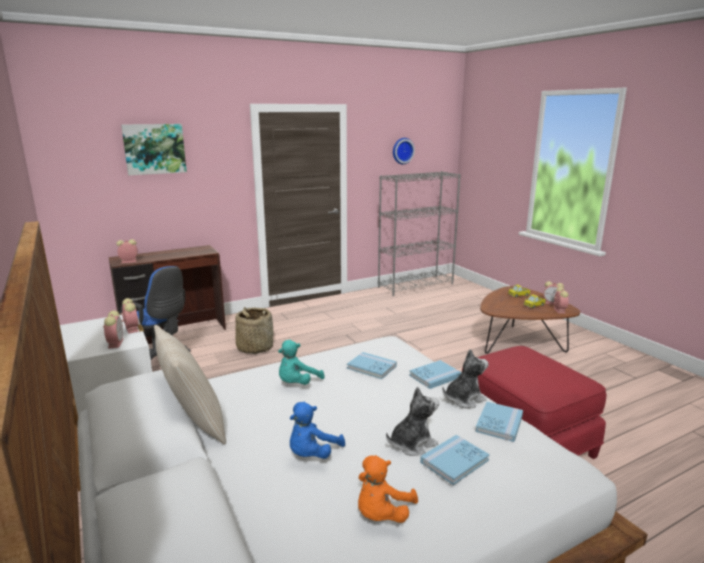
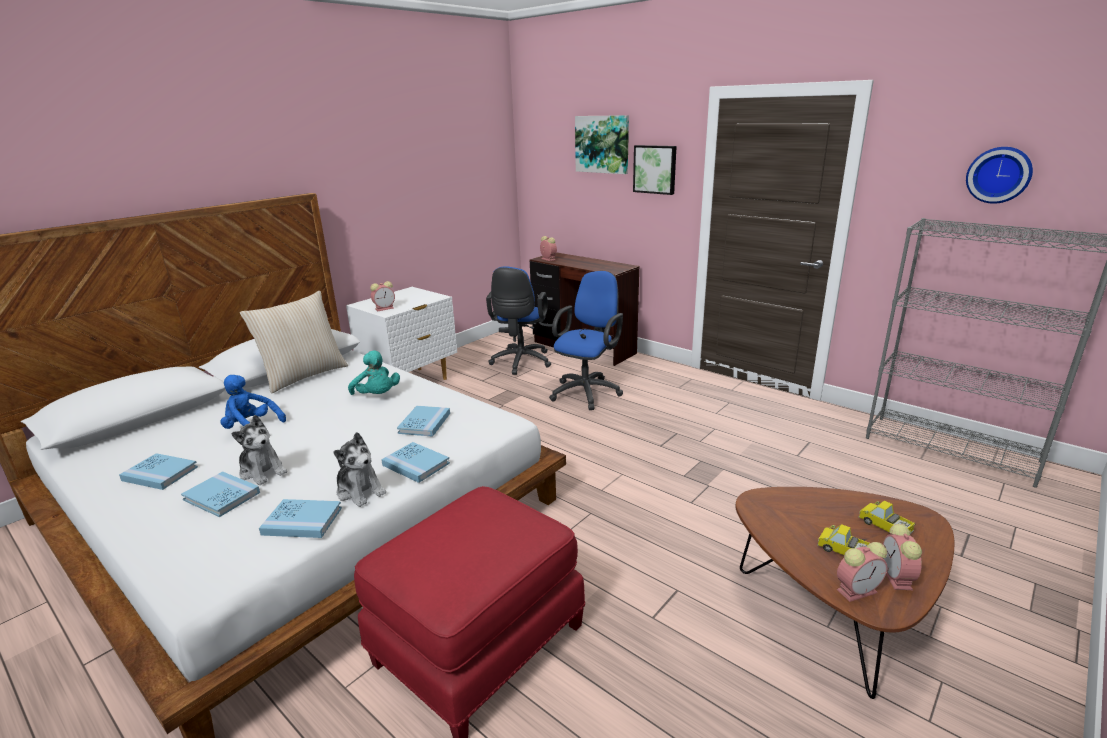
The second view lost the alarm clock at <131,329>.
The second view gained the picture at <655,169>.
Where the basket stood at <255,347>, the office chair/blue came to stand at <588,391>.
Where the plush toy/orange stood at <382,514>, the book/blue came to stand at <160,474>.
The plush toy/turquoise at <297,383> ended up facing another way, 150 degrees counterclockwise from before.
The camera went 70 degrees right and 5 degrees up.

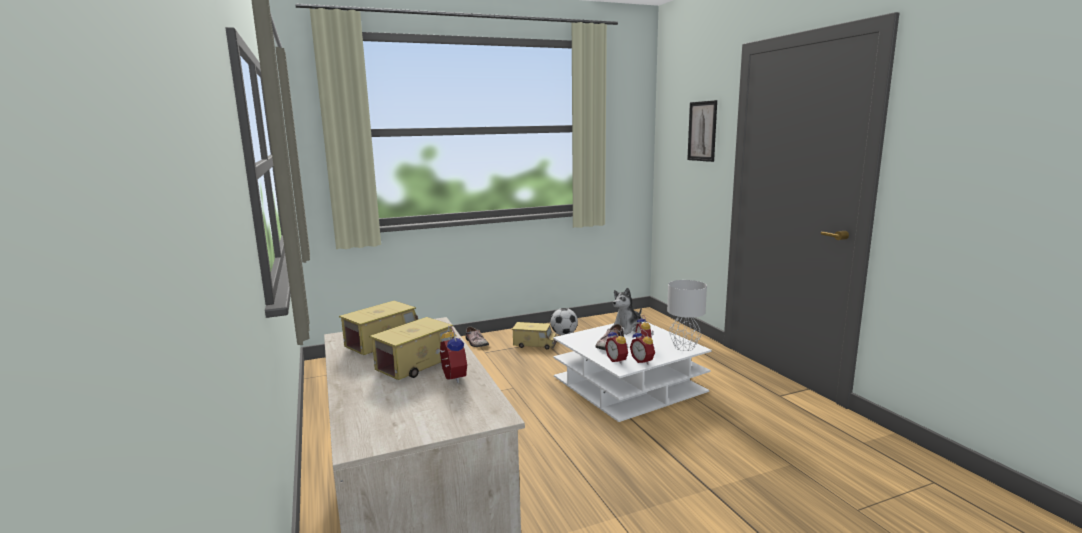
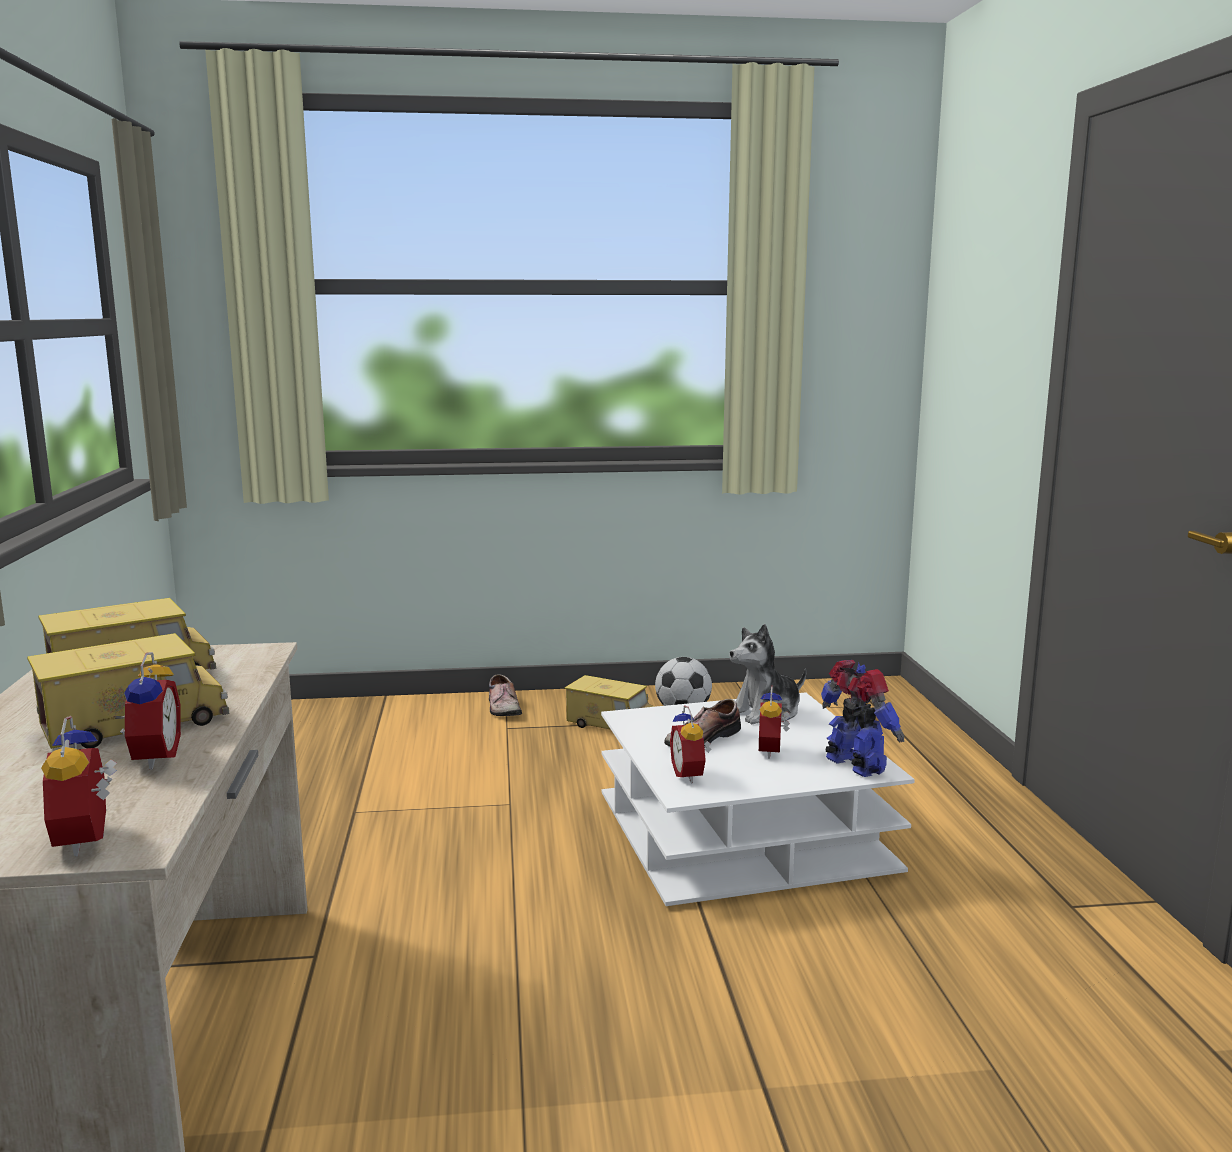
The second view lost the picture at <702,131>.
The alarm clock ended up elsewhere, having gone from <643,361> to <90,840>.
Where the table lamp/grey stood at <683,347>, the toy robot came to stand at <854,766>.
The camera went 15 degrees right and 0 degrees up.

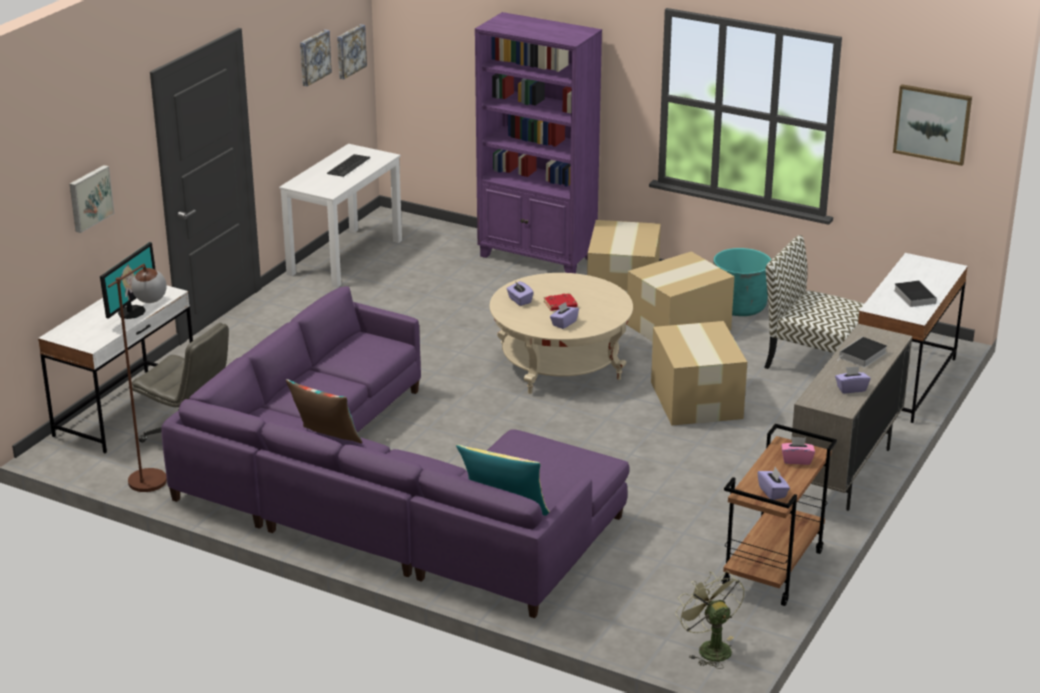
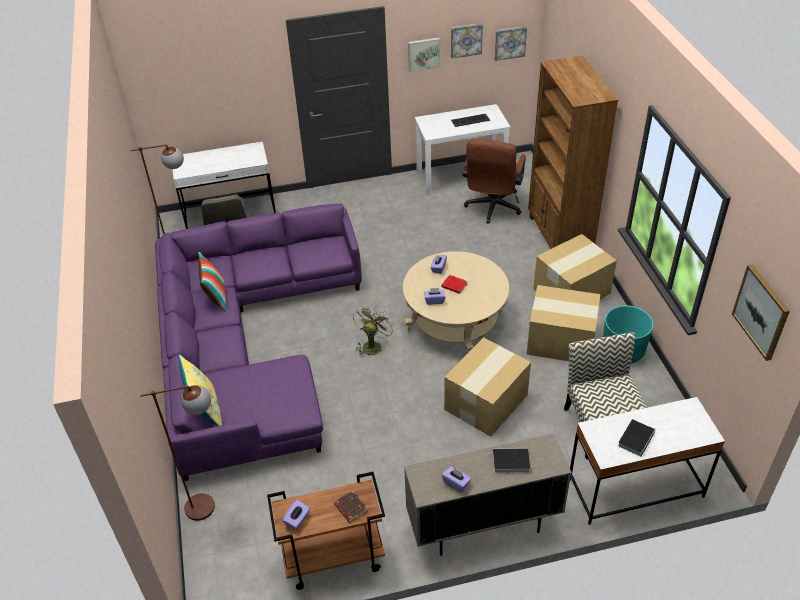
The second view lost the monitor at <131,312>.
The second view gained the floor lamp/brown at <210,505>.
The second view gained the office chair/brown at <492,208>.
The picture ended up elsewhere, having gone from <89,198> to <423,54>.
The fan/green ended up elsewhere, having gone from <709,648> to <372,345>.
Where the tissue box/pink stood at <796,460>, the book/brown came to stand at <350,508>.
What was the bookcase/purple at <537,258> turned into the bookcase/brown at <559,237>.
The camera went 50 degrees right and 15 degrees up.

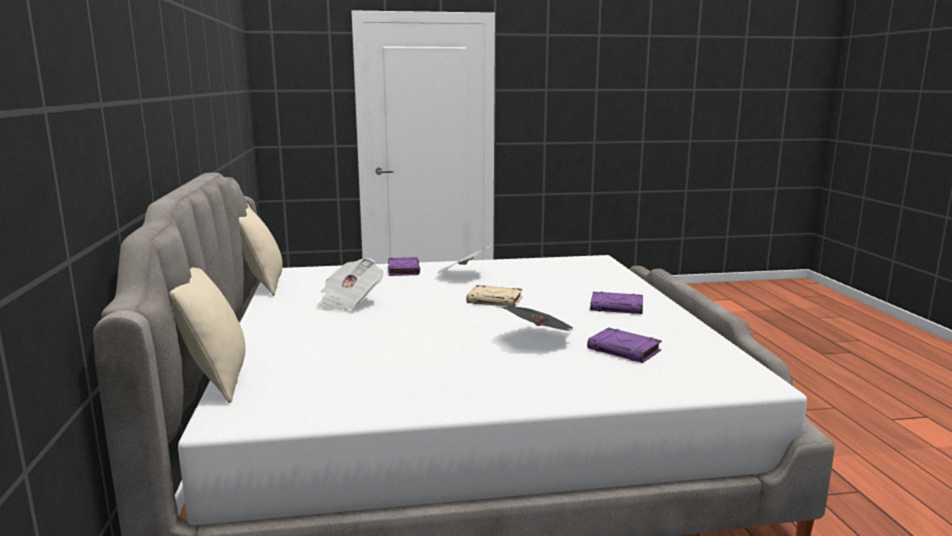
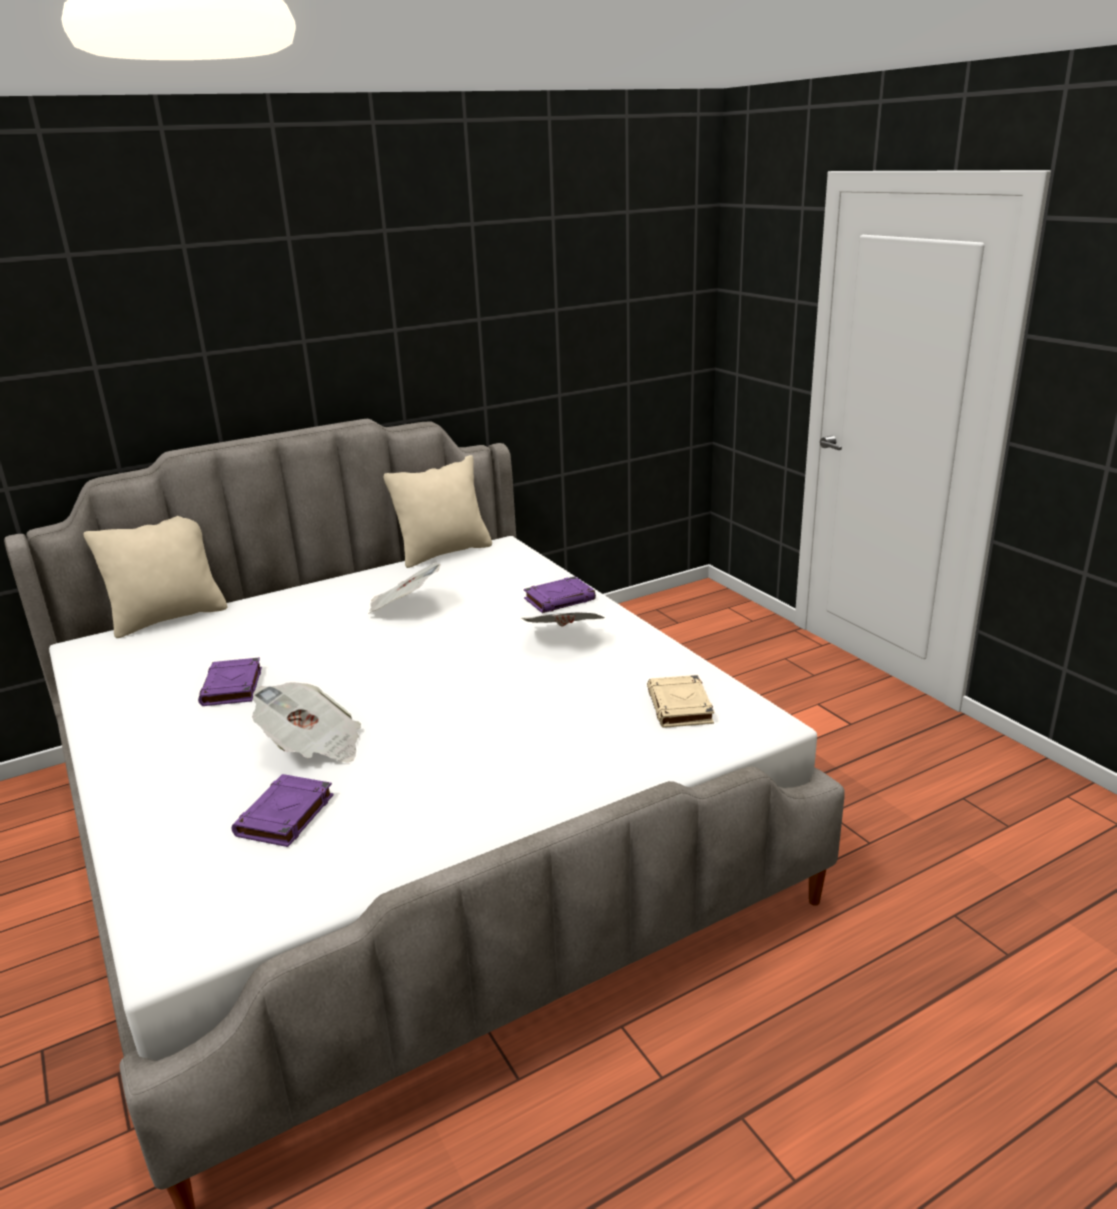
The book/beige ended up elsewhere, having gone from <495,300> to <680,707>.
The book/purple ended up elsewhere, having gone from <617,307> to <232,687>.
The camera went 70 degrees right and 10 degrees up.

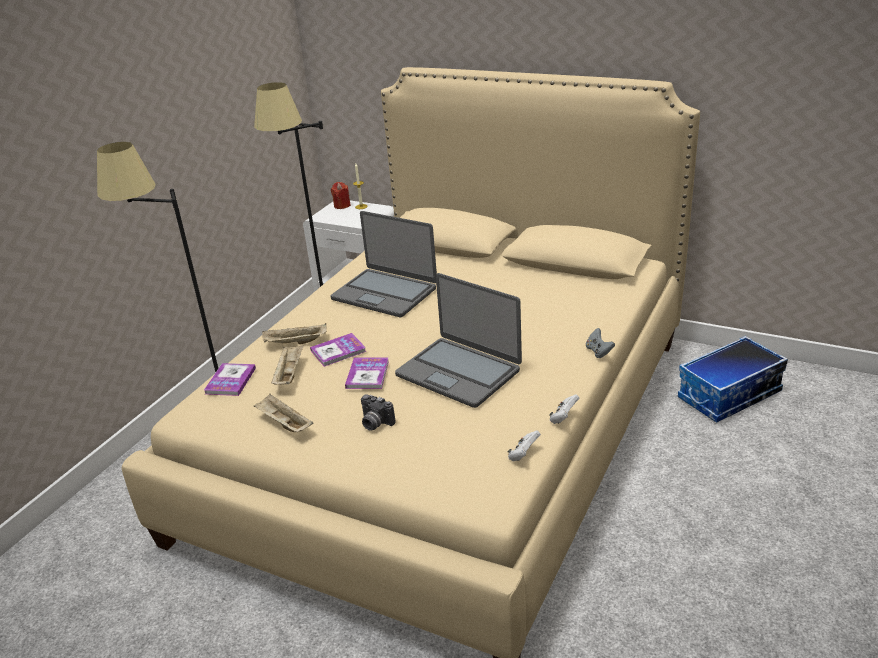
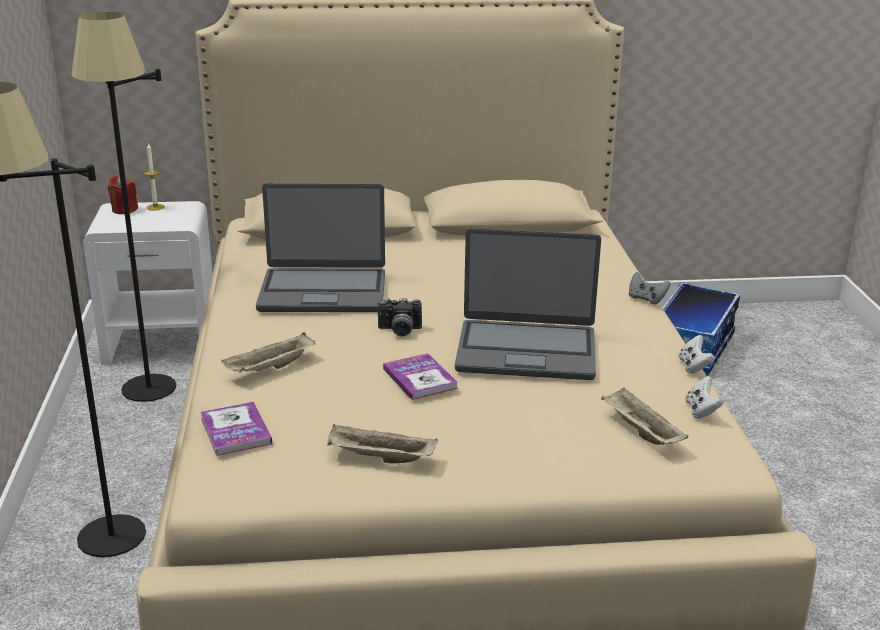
The second view lost the book at <338,351>.
The tray/beige ended up elsewhere, having gone from <289,374> to <640,431>.
The photo camera ended up elsewhere, having gone from <375,423> to <399,331>.
The camera went 35 degrees left and 5 degrees down.

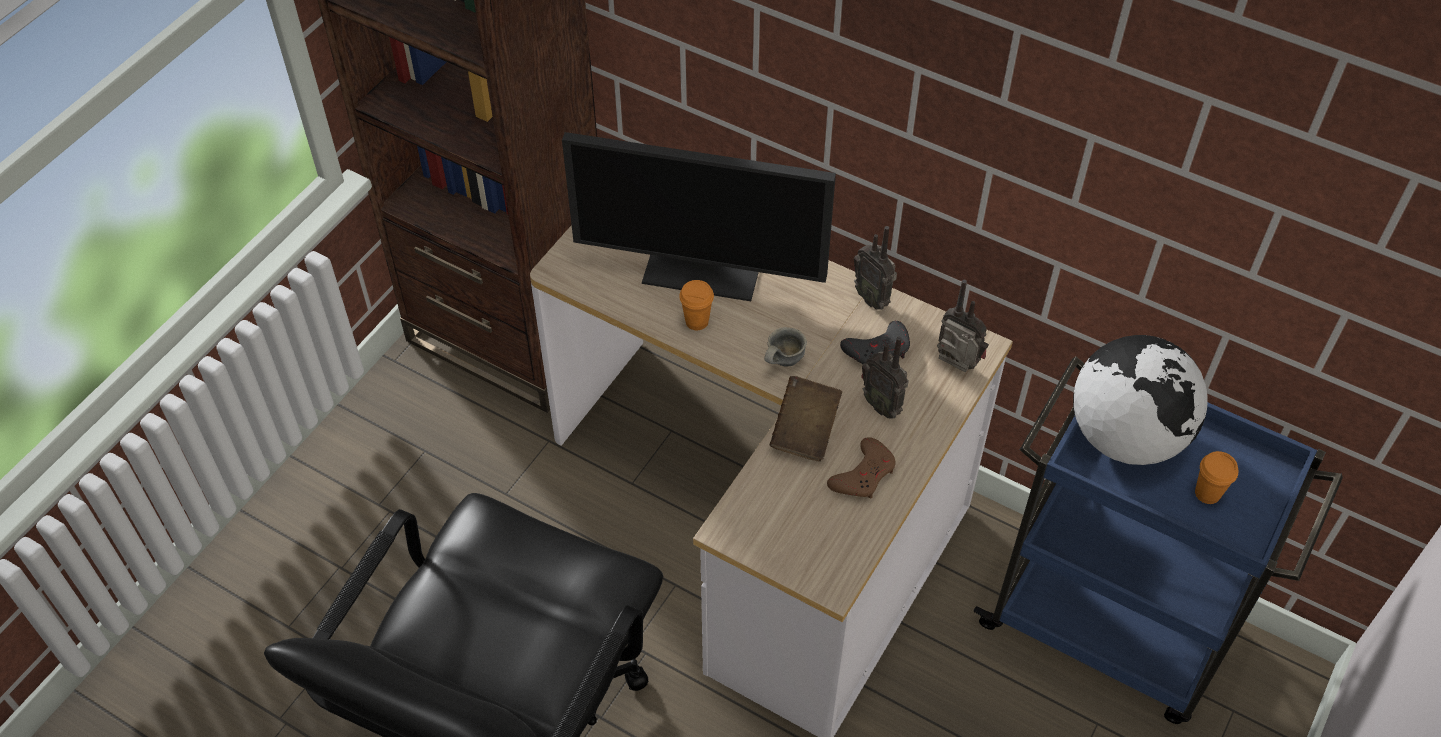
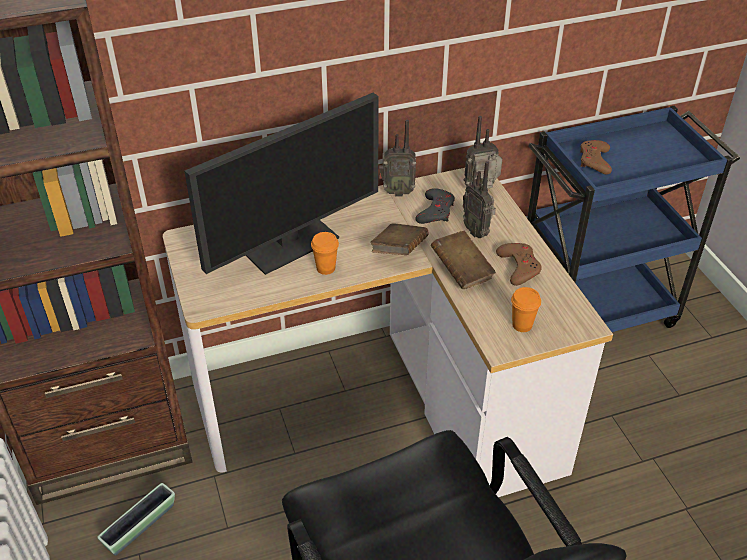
The second view gained the planter at <140,526>.
The cup/orange ended up elsewhere, having gone from <1207,493> to <522,325>.
Where the mug/grey stood at <782,361>, the book/brown came to stand at <399,251>.
Where the globe stood at <1125,436>, the game controller/brown came to stand at <594,160>.
The radio at <883,405> ended up facing another way, 60 degrees clockwise from before.
The camera went 50 degrees left and 10 degrees down.

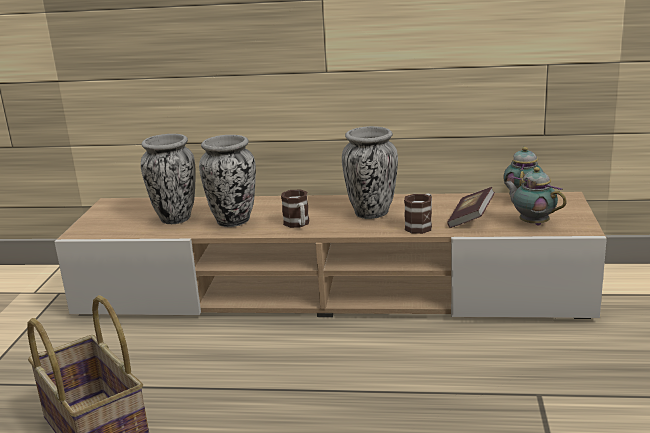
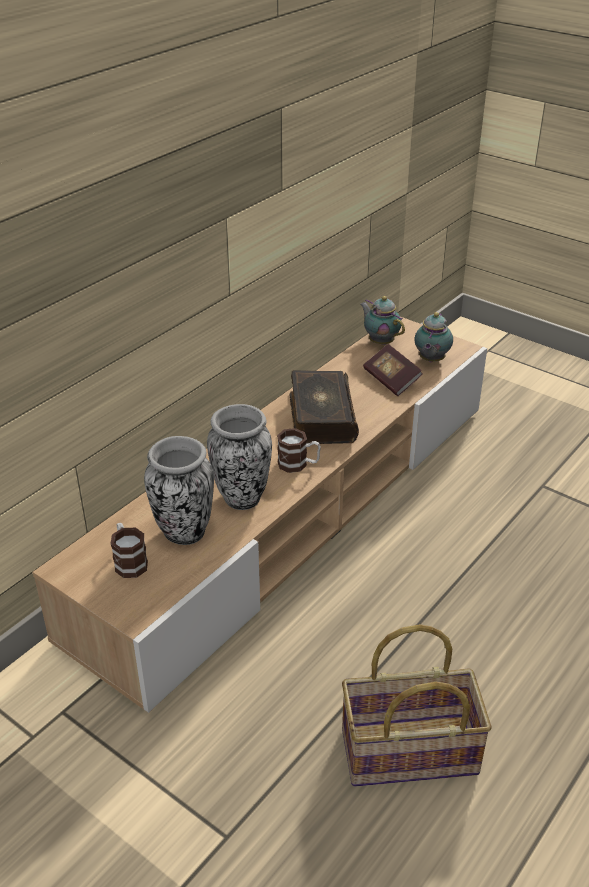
The mug ended up elsewhere, having gone from <421,225> to <129,561>.
Where the vase stood at <371,213>, the book came to stand at <320,417>.
The teapot at <532,223> ended up facing another way, 60 degrees counterclockwise from before.
The camera went 60 degrees left and 15 degrees up.

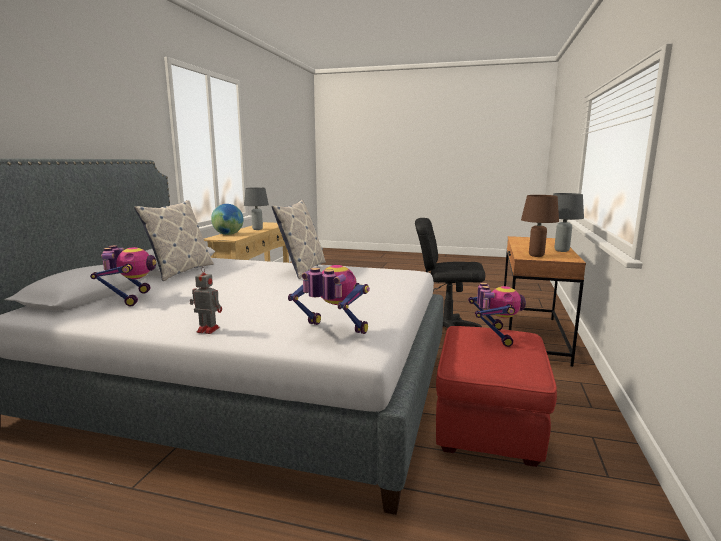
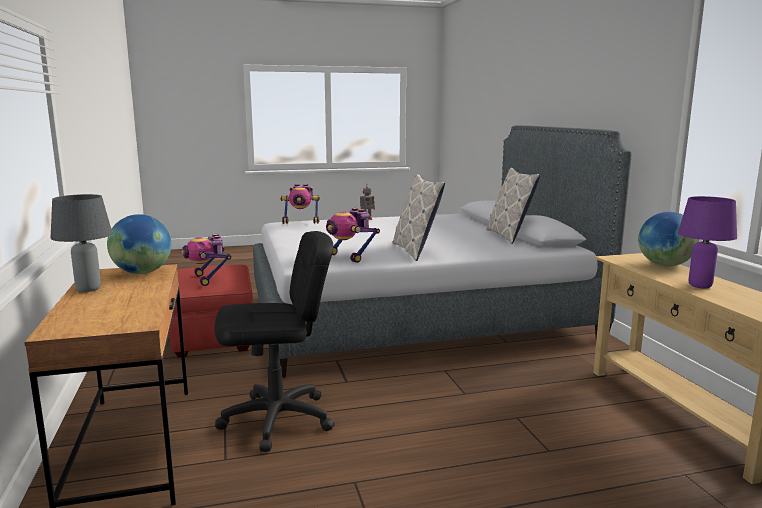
The toy robot ended up elsewhere, having gone from <131,298> to <349,257>.
Where the table lamp/brown stood at <536,255>, the globe came to stand at <142,273>.
What was the table lamp/grey at <257,229> turned into the table lamp/purple at <700,286>.
The camera went 150 degrees right and 0 degrees up.

